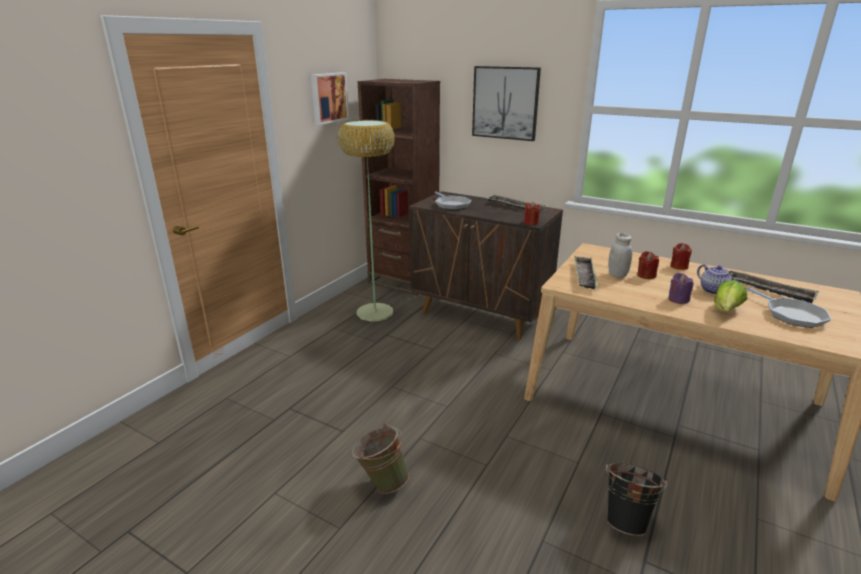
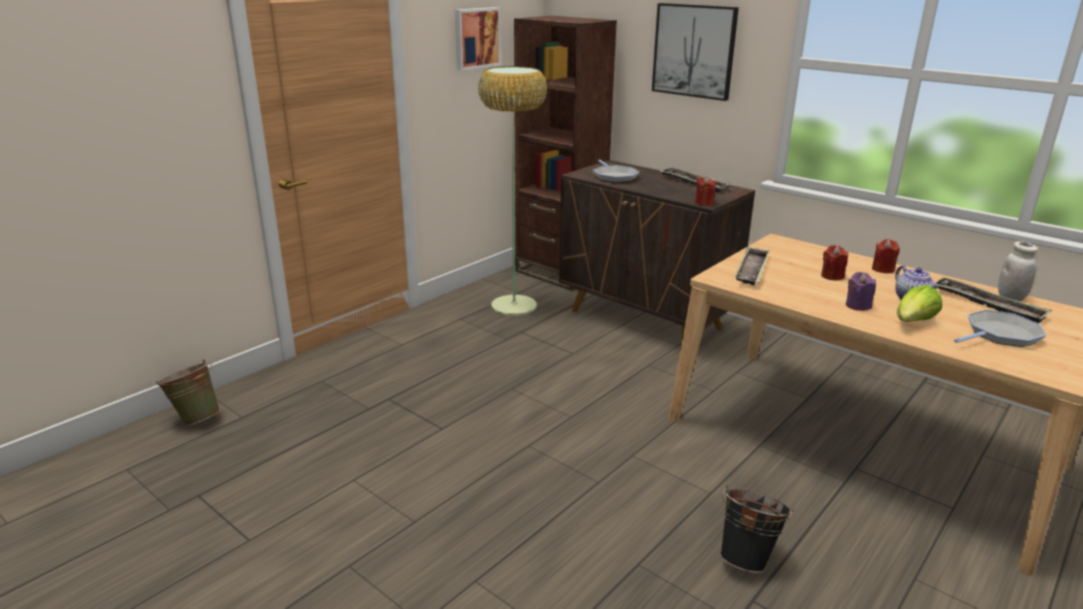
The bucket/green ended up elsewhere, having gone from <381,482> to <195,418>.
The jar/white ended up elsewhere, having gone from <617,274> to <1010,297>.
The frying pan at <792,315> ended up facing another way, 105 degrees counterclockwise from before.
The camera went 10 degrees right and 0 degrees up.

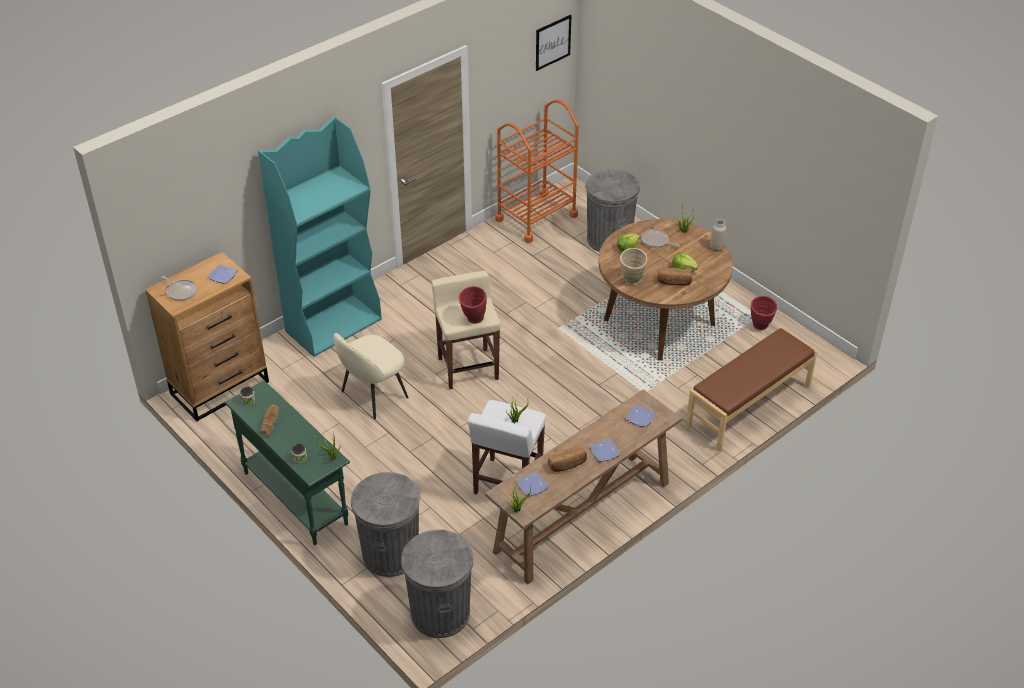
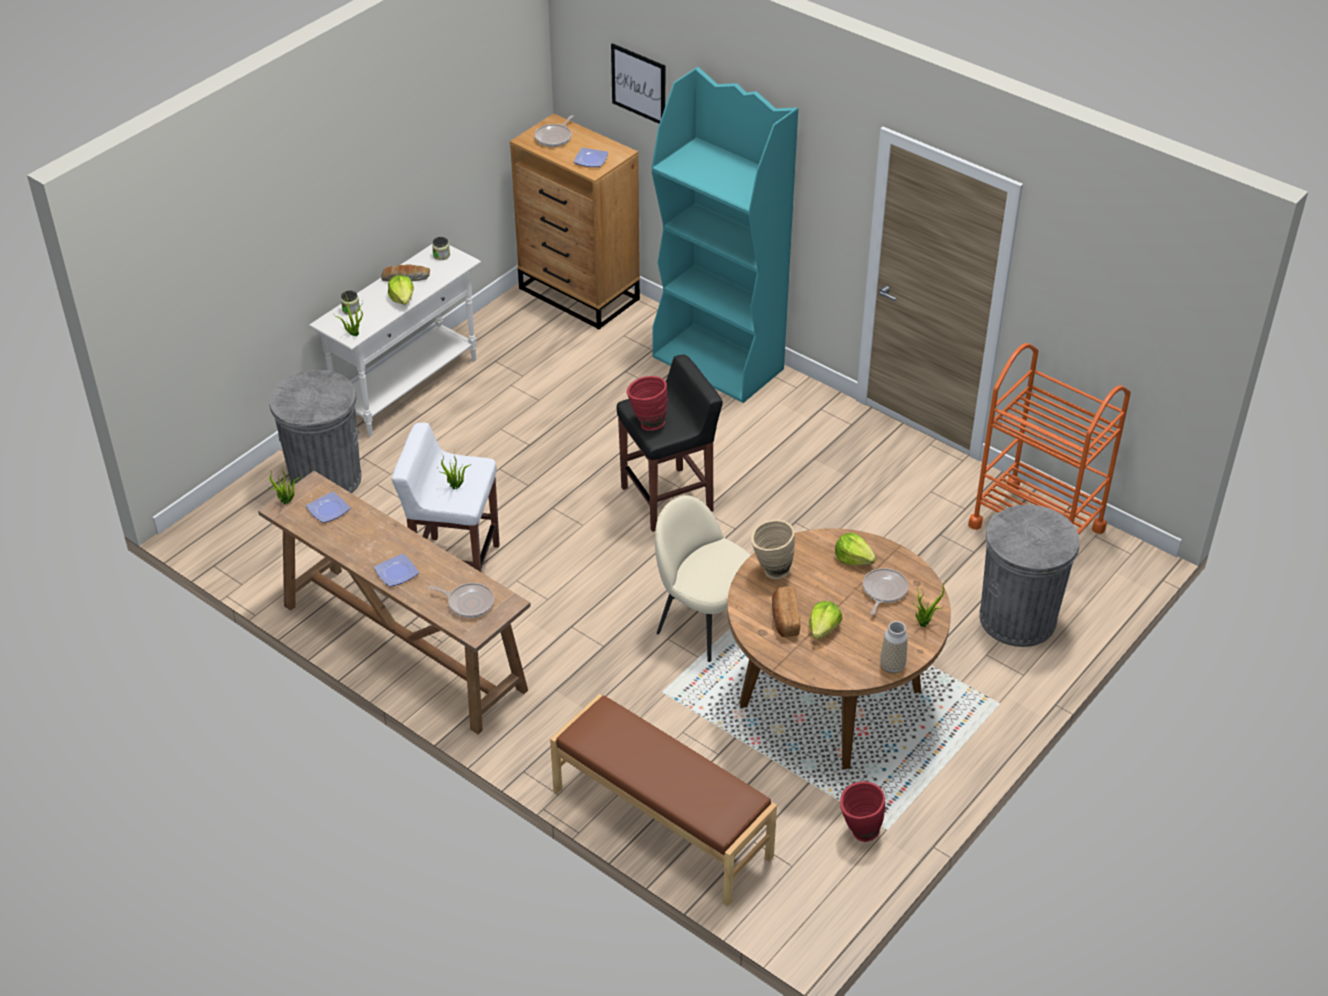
The second view lost the trash can/grey at <440,613>.
The second view lost the bread at <567,464>.
The second view gained the lettuce at <402,299>.
The chair/beige ended up elsewhere, having gone from <373,395> to <703,622>.
The picture ended up elsewhere, having gone from <553,42> to <638,84>.
Where the plate stood at <639,417>, the frying pan came to stand at <468,602>.
What was the console table/green at <295,497> turned into the console table/white at <407,387>.
What was the stool/beige at <468,368> turned into the stool/black at <668,499>.
The camera went 80 degrees right and 0 degrees up.

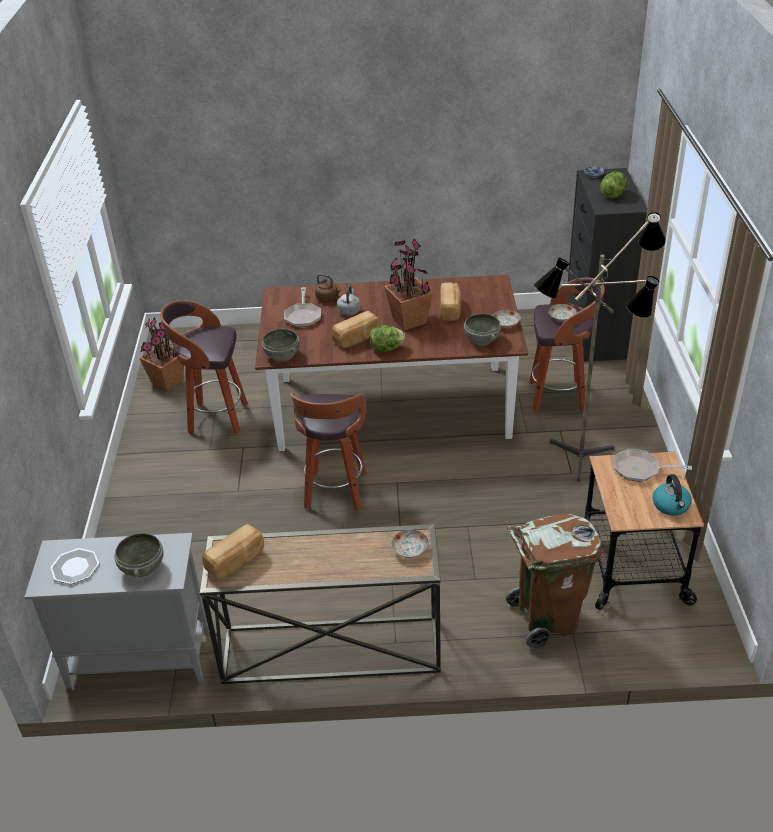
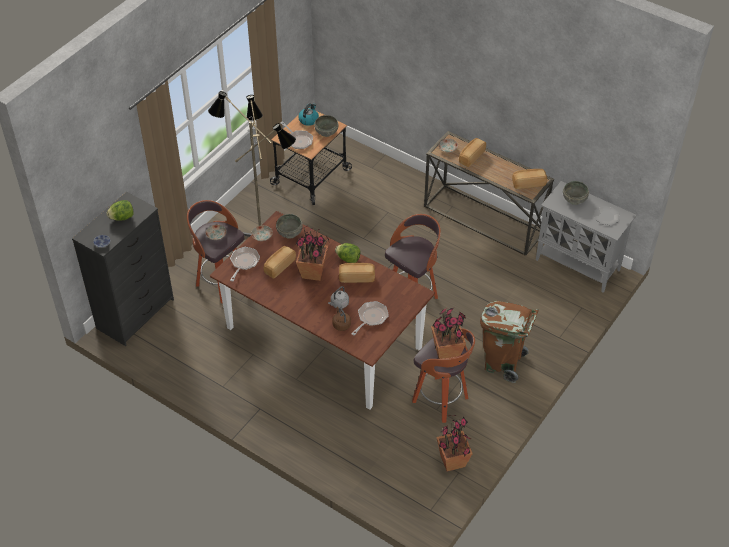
The second view gained the frying pan at <244,263>.
The second view gained the potted plant at <447,352>.
The second view gained the bread at <471,157>.
The bowl/grey ended up elsewhere, having gone from <283,355> to <326,132>.
The trash can/brown ended up elsewhere, having gone from <546,619> to <502,363>.
The camera went 145 degrees left and 10 degrees up.

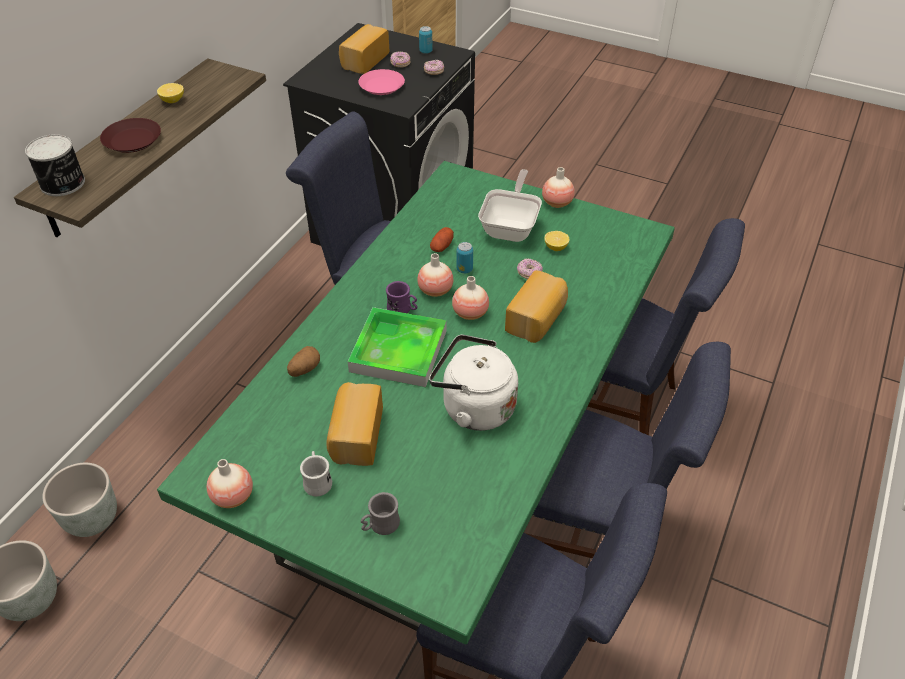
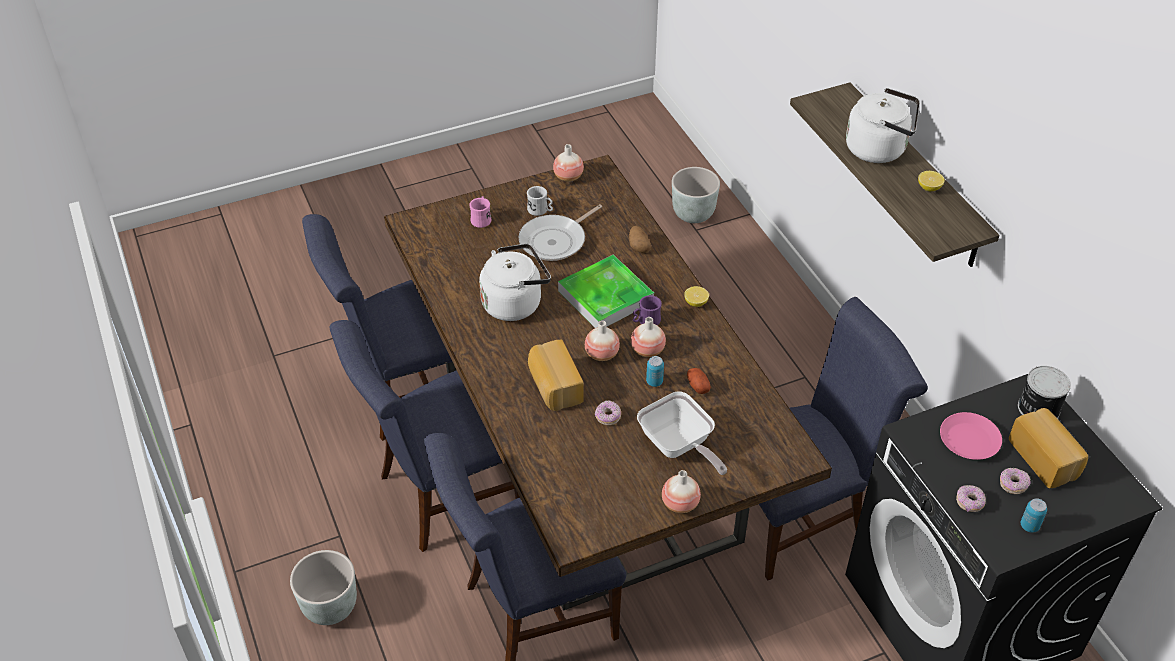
The can ended up elsewhere, having gone from <63,184> to <1037,408>.
The planter/grey ended up elsewhere, having gone from <92,519> to <331,607>.
The lemon ended up elsewhere, having gone from <555,247> to <696,303>.
Where the plate/brown stood at <133,140>, the kettle/white came to stand at <879,149>.
Where the bread stood at <355,435>, the frying pan came to stand at <555,241>.
What was the dining table/green at <452,466> turned into the dining table/brown at <588,455>.
What was the mug/grey at <380,525> turned into the mug/pink at <481,219>.
The camera went 130 degrees right and 0 degrees up.

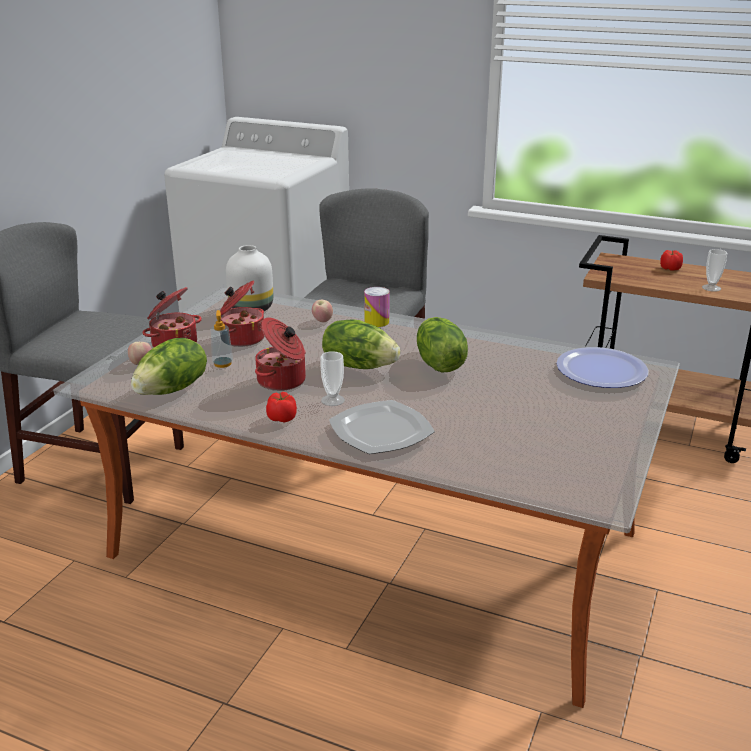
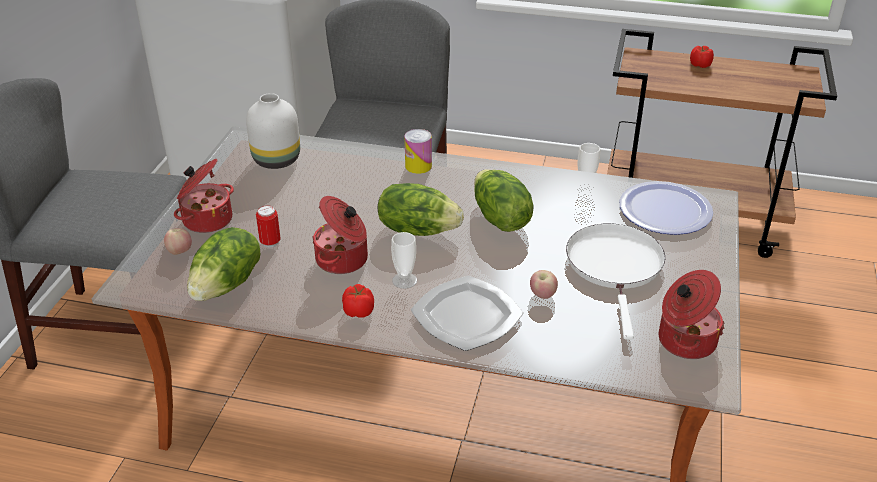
The second view gained the frying pan/white at <615,267>.
The cooking pot ended up elsewhere, having gone from <241,338> to <685,340>.
The apple ended up elsewhere, having gone from <322,321> to <542,295>.
The cup ended up elsewhere, having gone from <711,288> to <585,187>.
Where the soap dispenser stood at <222,364>, the can came to stand at <270,242>.
The camera went 10 degrees left and 10 degrees up.

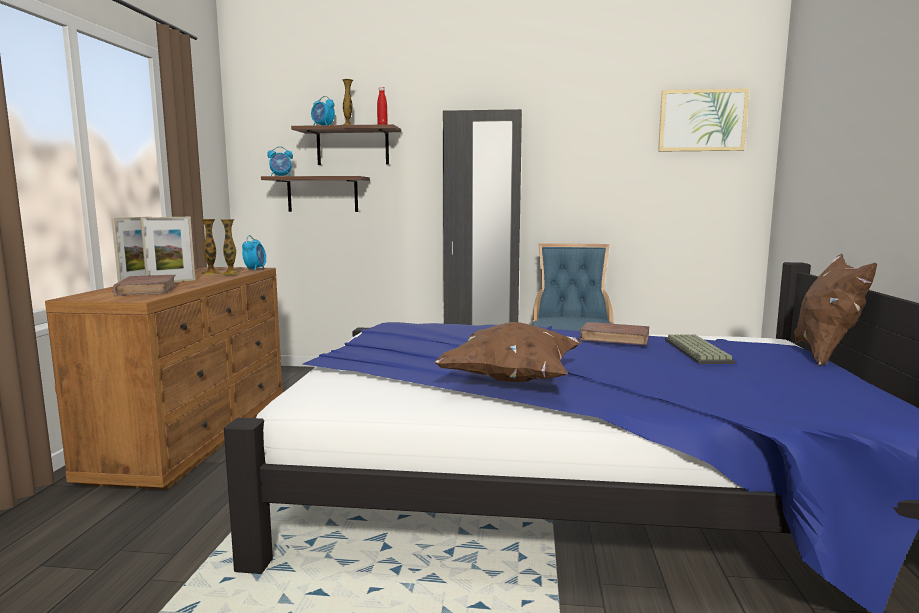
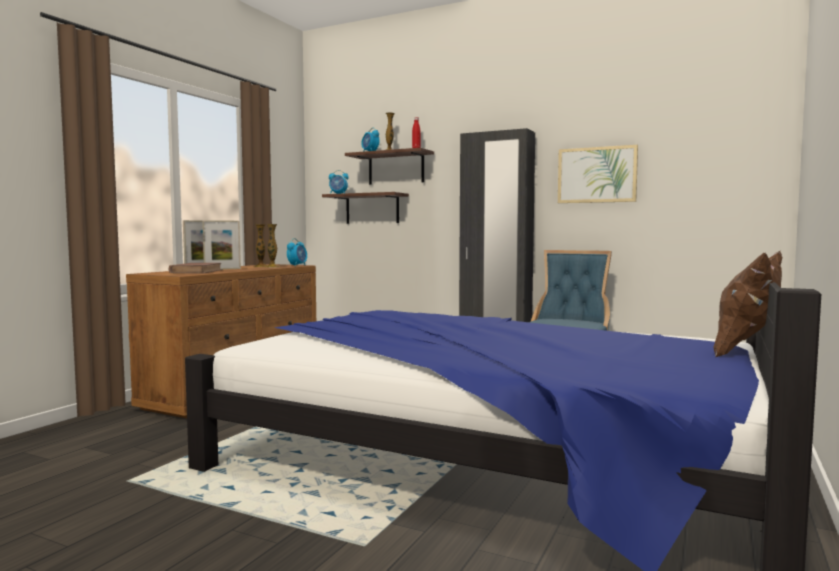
The second view lost the pillow/brown at <512,380>.
The second view lost the book/brown at <615,338>.
The second view lost the keyboard at <699,351>.
The picture ended up elsewhere, having gone from <702,120> to <597,175>.
The camera went 20 degrees right and 5 degrees down.

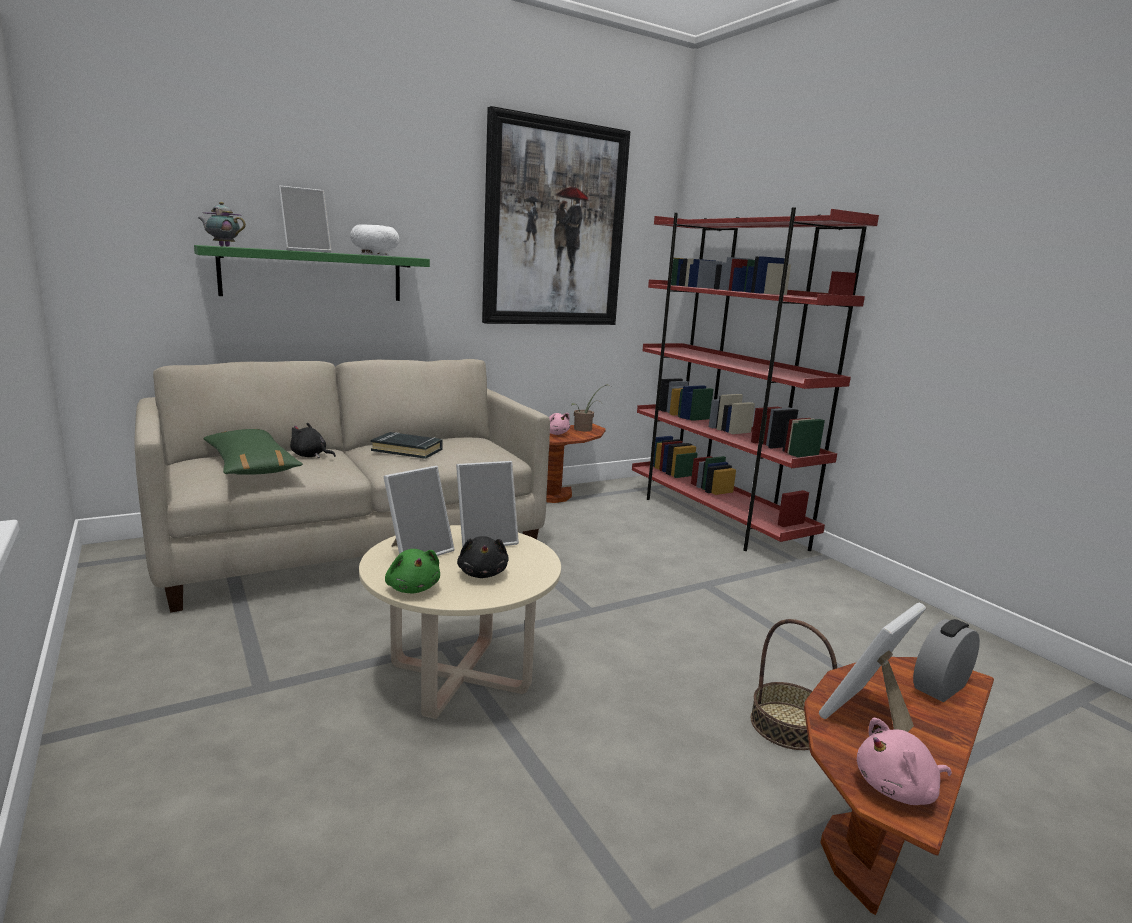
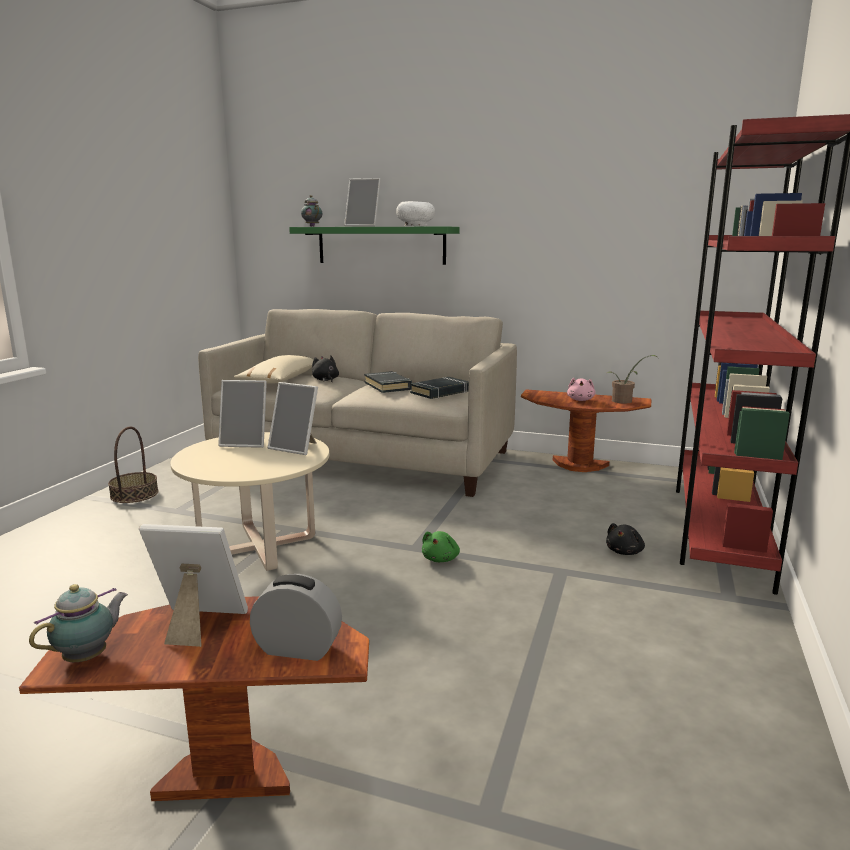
The second view lost the picture at <555,225>.
The second view gained the book/black at <440,392>.
The plush toy/green ended up elsewhere, having gone from <412,588> to <441,559>.
The plush toy/black ended up elsewhere, having gone from <483,573> to <625,552>.
The basket ended up elsewhere, having gone from <788,725> to <134,494>.
Where the plush toy/pink stood at <898,789>, the teapot came to stand at <89,657>.
What was the pillow/green at <251,466> turned into the pillow/beige at <281,379>.
The camera went 50 degrees right and 0 degrees up.

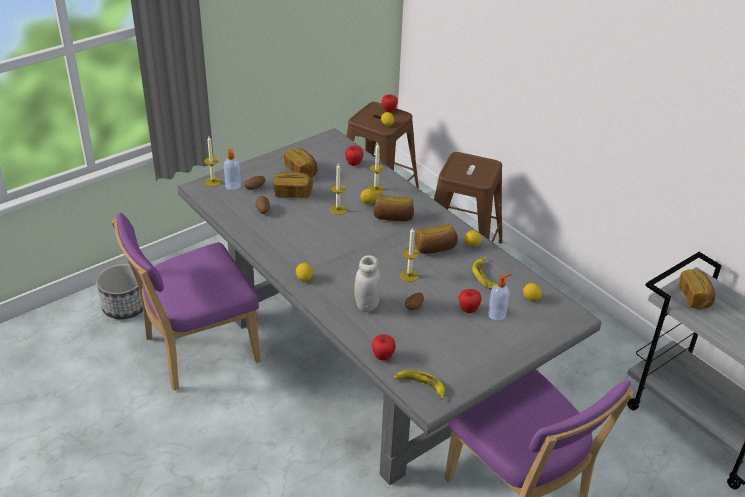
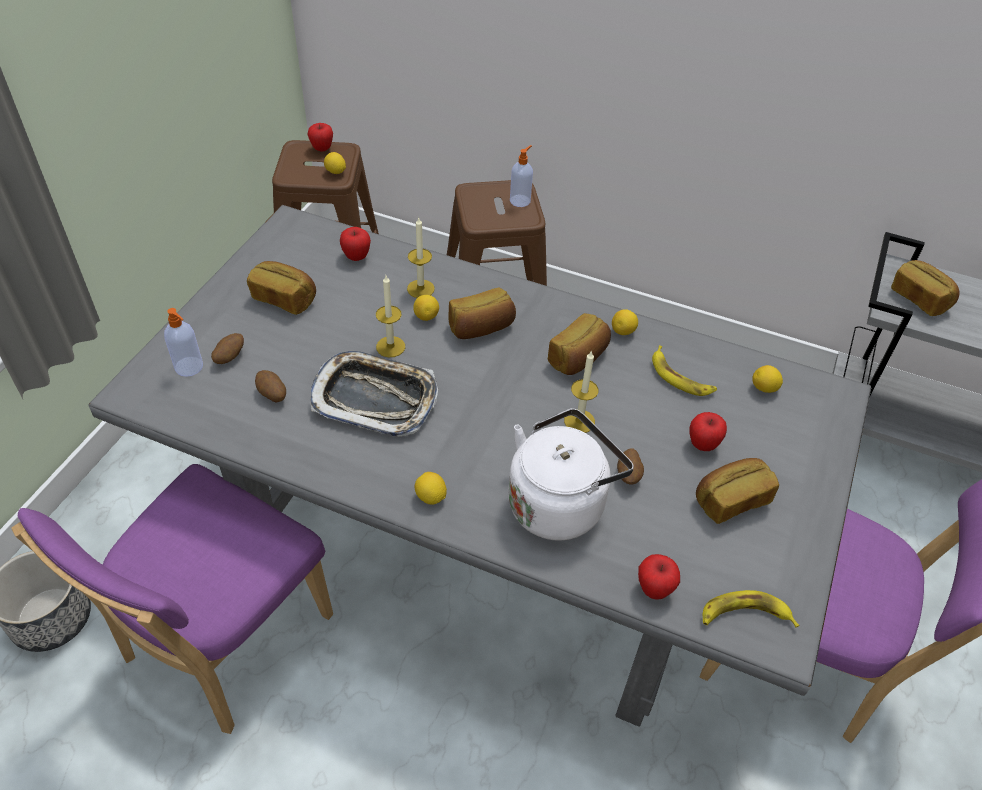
The second view lost the candle at <213,182>.
The second view gained the tray at <375,398>.
The bread ended up elsewhere, having gone from <292,193> to <730,500>.
The soap dispenser ended up elsewhere, having gone from <497,314> to <520,200>.
Where the jar/white stood at <367,305>, the kettle/white came to stand at <559,502>.
The camera went 30 degrees left and 10 degrees up.

